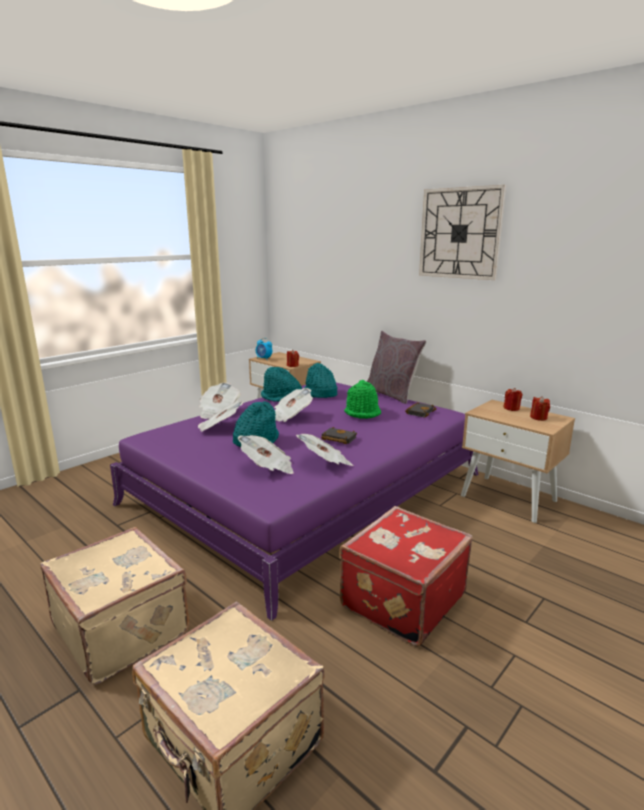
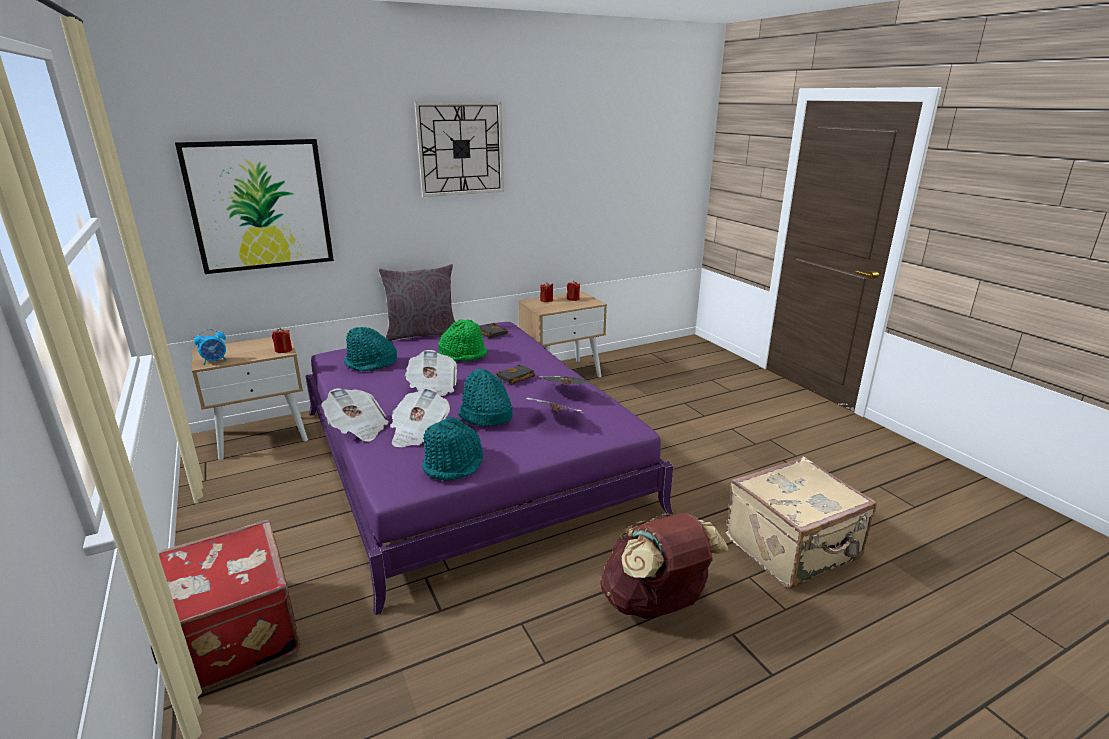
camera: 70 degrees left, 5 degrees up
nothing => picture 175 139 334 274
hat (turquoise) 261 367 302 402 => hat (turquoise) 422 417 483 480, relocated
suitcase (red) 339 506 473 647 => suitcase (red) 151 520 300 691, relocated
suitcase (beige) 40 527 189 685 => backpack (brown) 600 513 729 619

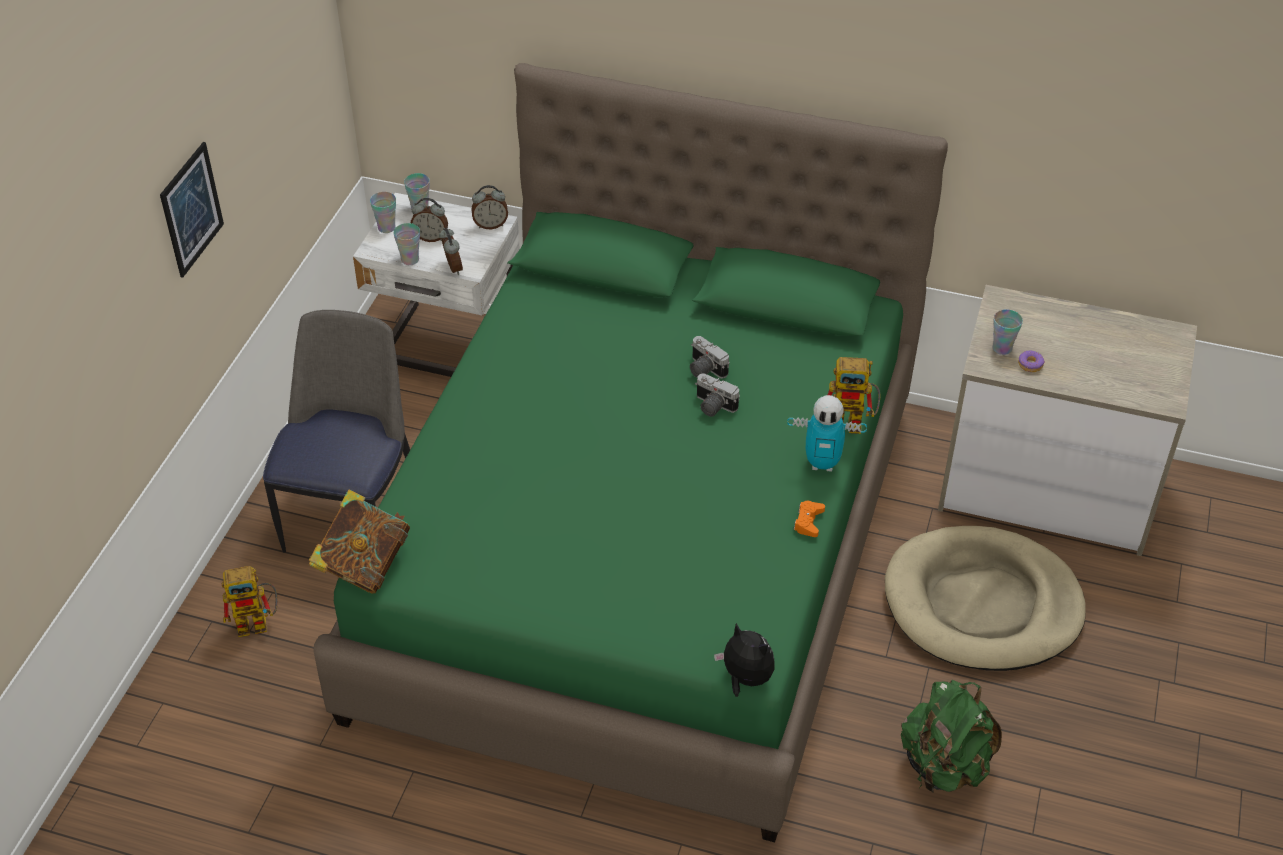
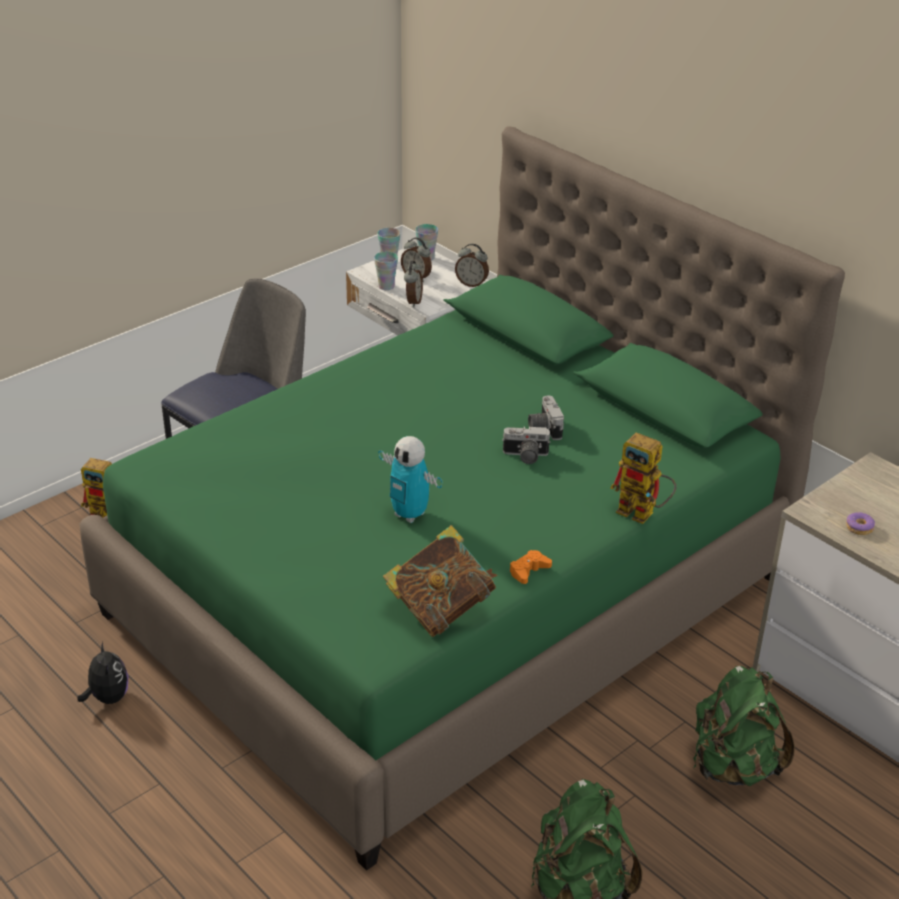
camera: 30 degrees right, 10 degrees down
picture 160 142 224 278 => nothing
cup 993 309 1023 355 => nothing
book 309 490 410 594 => book 383 525 497 637, relocated
plush toy 714 623 775 697 => plush toy 77 642 128 704, relocated
toy robot 787 395 867 472 => toy robot 378 436 442 523, relocated
dog bed (beige) 885 526 1086 671 => backpack (green) 693 666 795 786
photo camera 695 373 740 417 => photo camera 502 426 551 464, 60 degrees counterclockwise

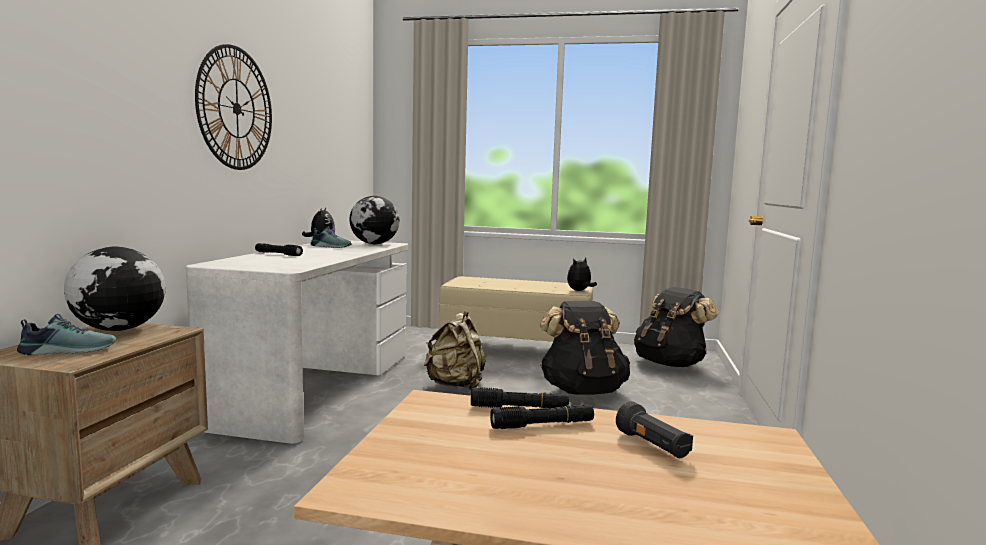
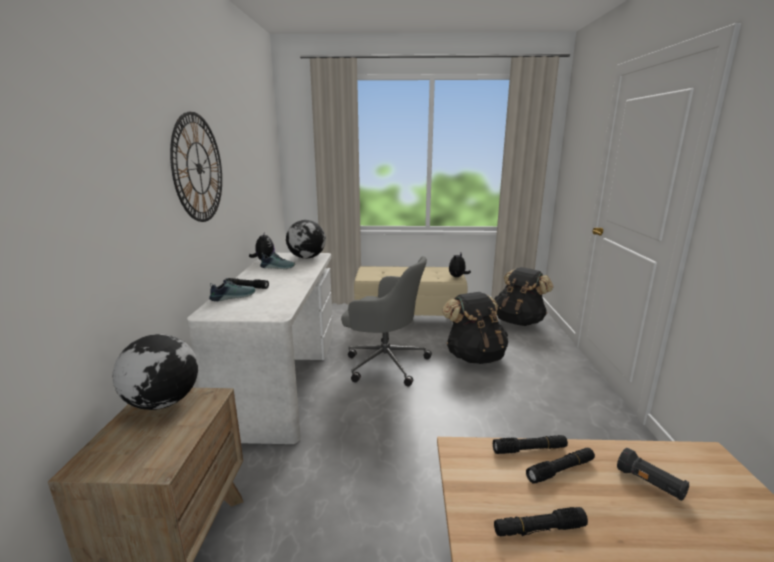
camera: 10 degrees left, 10 degrees up
nothing => flashlight (black) 494 507 588 536
shoe 17 314 116 355 => shoe 209 278 255 302, relocated
backpack (beige) 424 311 486 390 => office chair (grey) 341 256 432 387

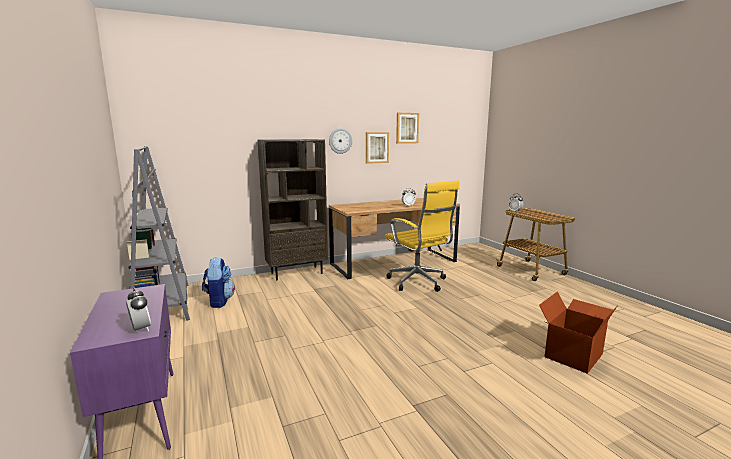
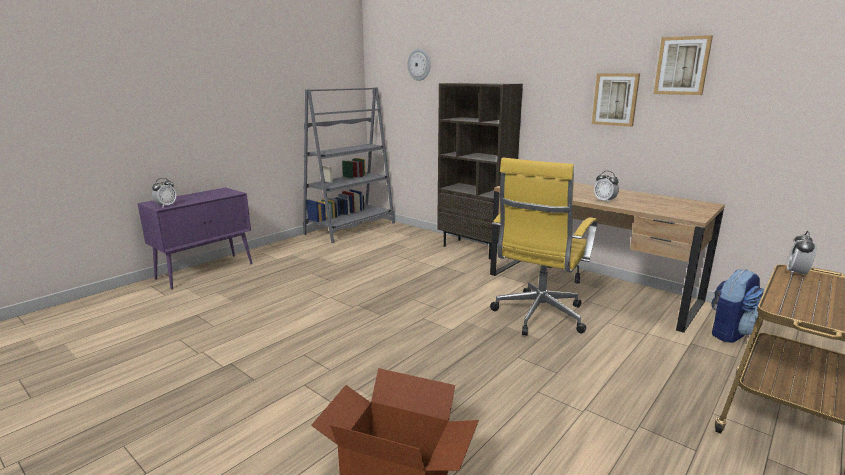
camera: 65 degrees right, 5 degrees up
backpack 202 257 235 308 => backpack 712 269 764 343, relocated
wall clock 329 128 352 154 => wall clock 408 49 430 81, relocated

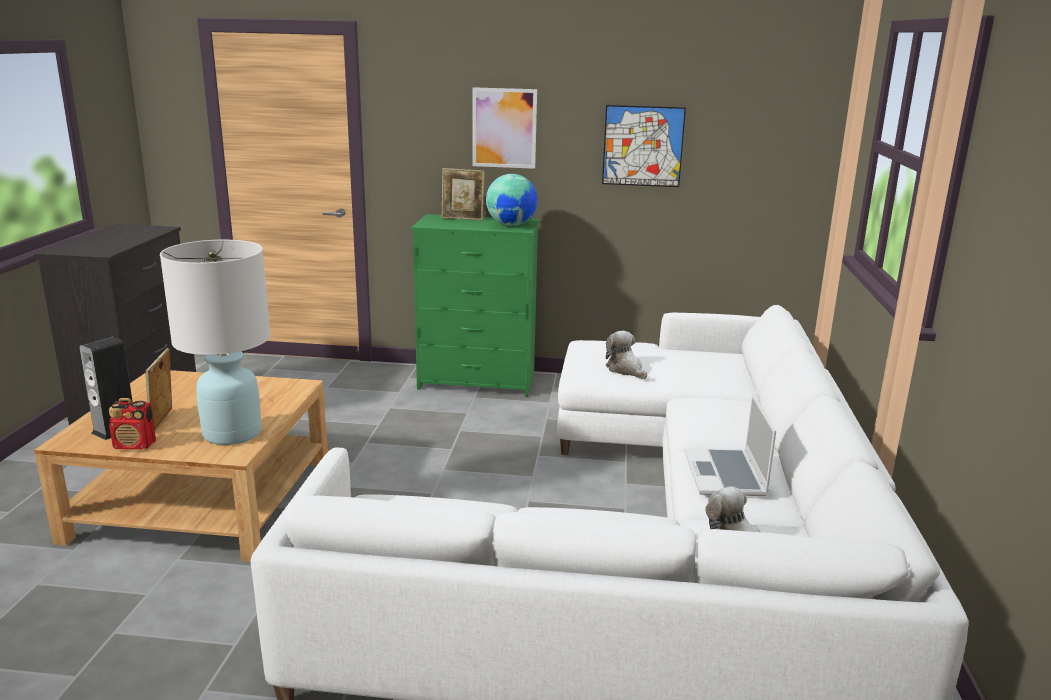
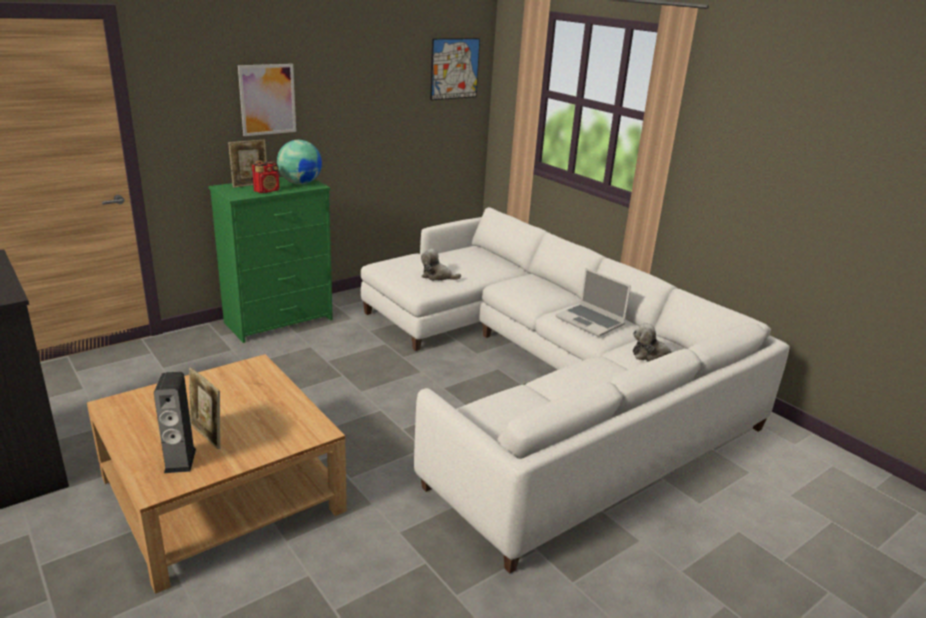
camera: 45 degrees left, 5 degrees up
table lamp (white) 160 240 271 445 => nothing
radio 109 398 156 450 => radio 252 161 280 193, relocated
picture 602 105 686 187 => picture 430 38 480 100, relocated

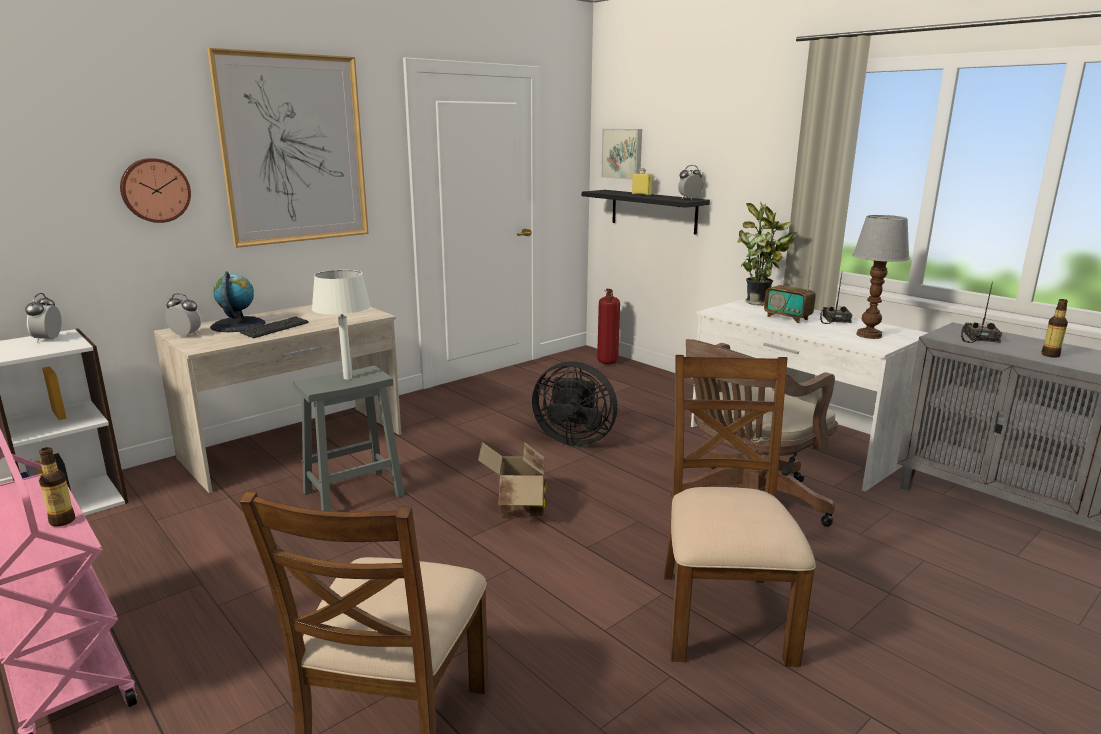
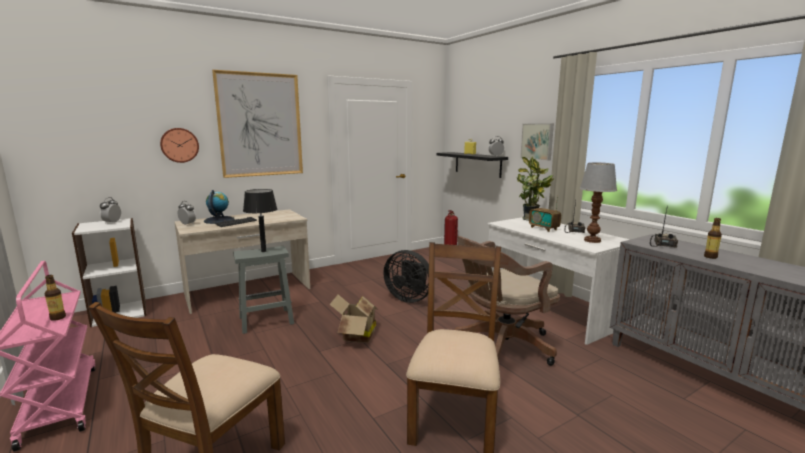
camera: 10 degrees right, 5 degrees down
picture 601 129 642 180 => picture 520 124 554 160, relocated
table lamp (white) 312 270 371 379 => table lamp (black) 243 189 277 252

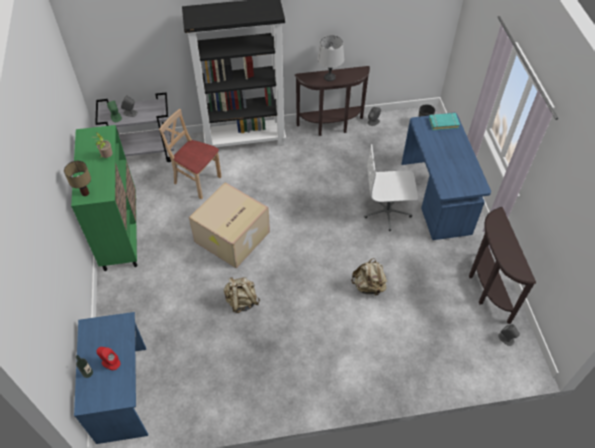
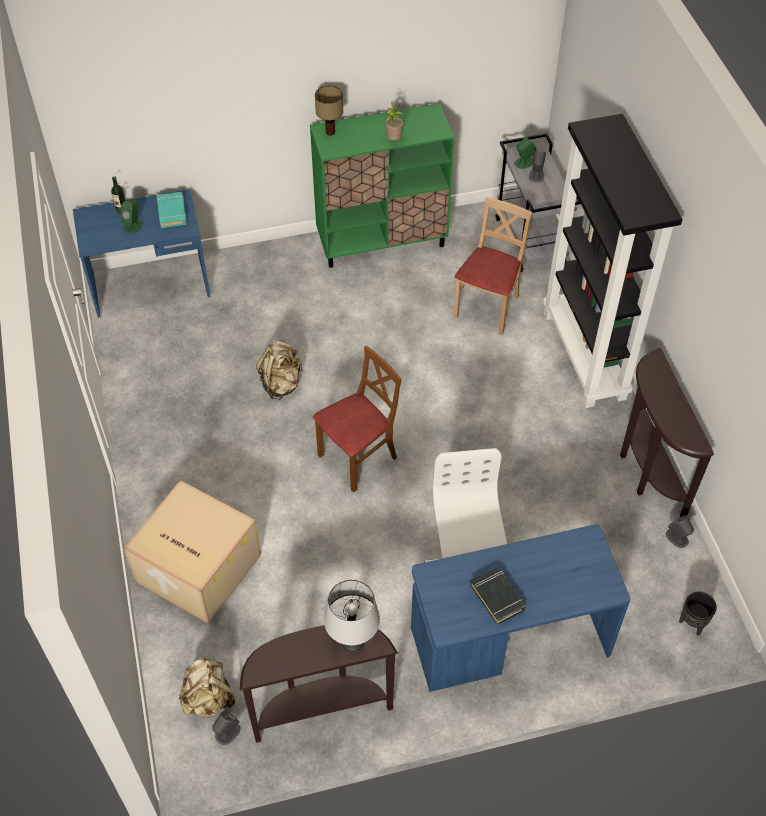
camera: 85 degrees right, 0 degrees up
nothing => chair (brown) 313 346 402 493
nothing => book (black) 470 567 525 625
cardboard box 189 182 270 268 => cardboard box 124 480 261 624, relocated
table lamp (grey) 317 35 344 81 => table lamp (grey) 324 579 380 652, relocated
backpack (beige) 351 258 387 297 => backpack (beige) 179 657 235 718, relocated
book (turquoise) 429 113 460 130 => book (turquoise) 156 192 187 228, relocated
speaker (red) 96 347 120 370 => speaker (green) 120 199 143 234

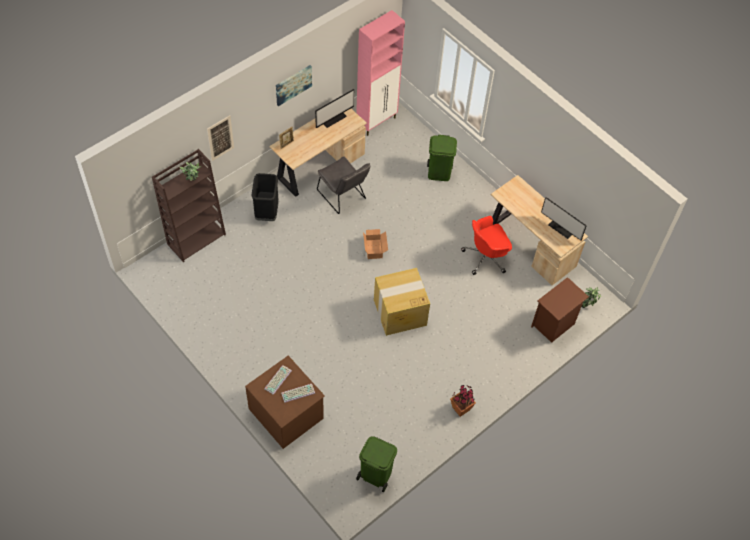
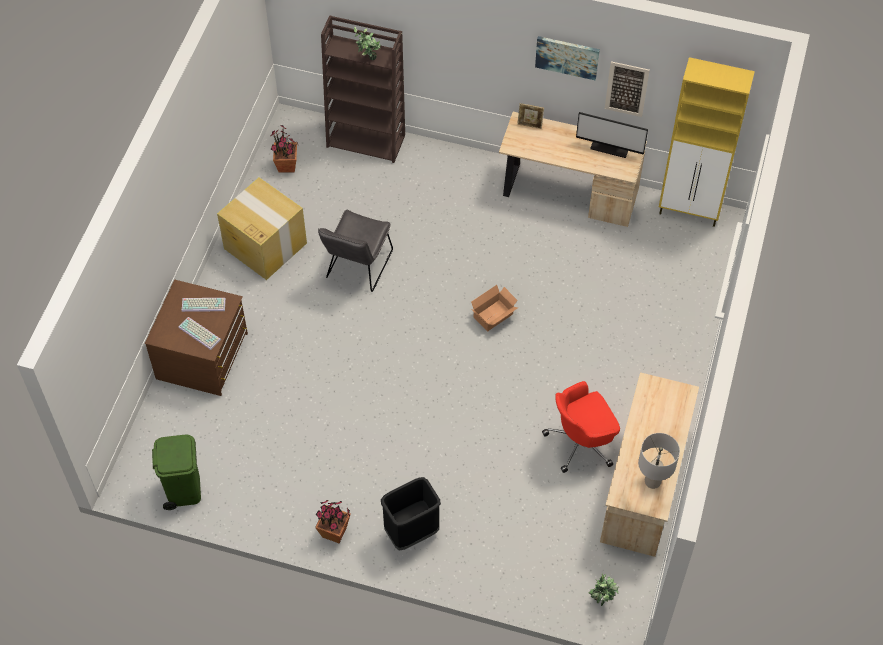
camera: 60 degrees right, 0 degrees up
trash can (green) 427 135 457 181 => nothing
nightstand (brown) 531 277 589 343 => nothing
nothing => potted plant 271 125 298 173
picture 207 115 234 161 => picture 605 61 650 117, relocated
trash can (black) 252 173 279 221 => trash can (black) 381 477 441 550, relocated
chair (grey) 317 156 370 214 => chair (grey) 318 210 393 292, relocated
cardboard box 374 268 430 336 => cardboard box 217 177 307 280, relocated
monitor 541 197 587 240 => table lamp (grey) 638 433 680 489
cabinet (pink) 356 10 405 136 => cabinet (yellow) 659 57 755 227
office chair (red) 461 216 512 275 => office chair (red) 542 381 620 473, 60 degrees counterclockwise

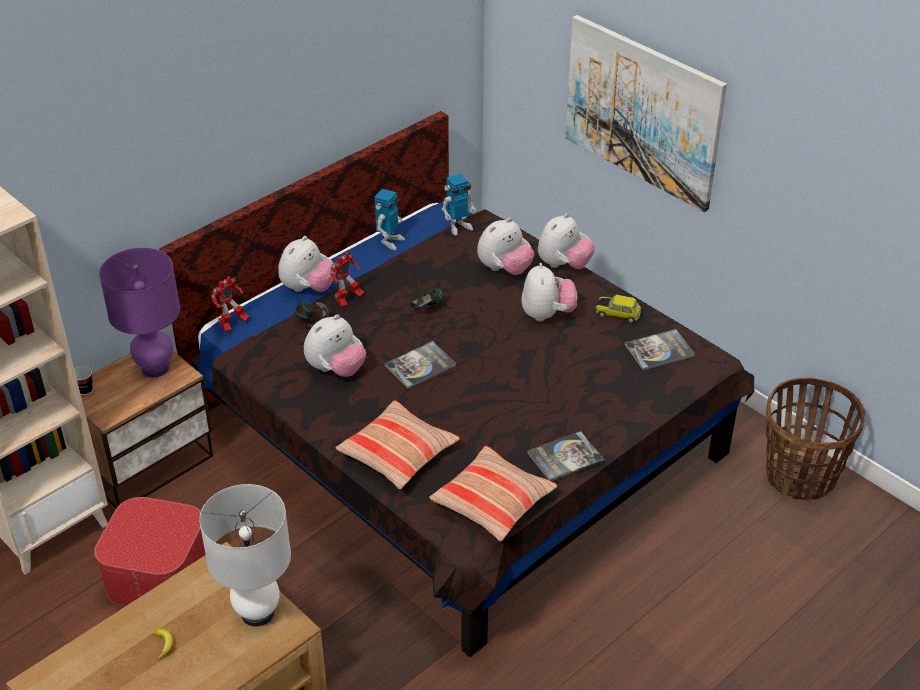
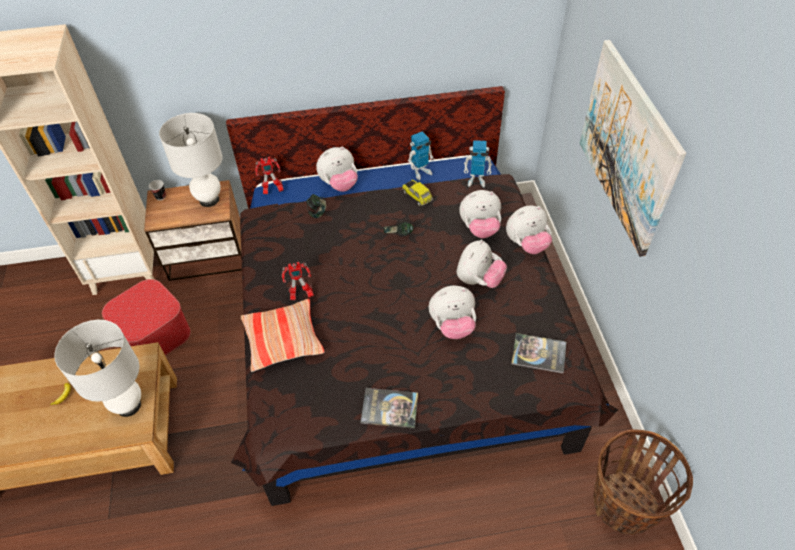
camera: 35 degrees right, 10 degrees up
book 385 341 456 389 => nothing
pillow 429 446 557 541 => nothing
plush toy 304 314 366 377 => plush toy 428 286 476 339, relocated
toy robot 330 252 364 307 => toy robot 282 262 314 300, relocated
toy car 596 295 641 323 => toy car 402 180 433 206, relocated
table lamp (purple) 99 248 180 377 => table lamp (white) 159 113 223 207

